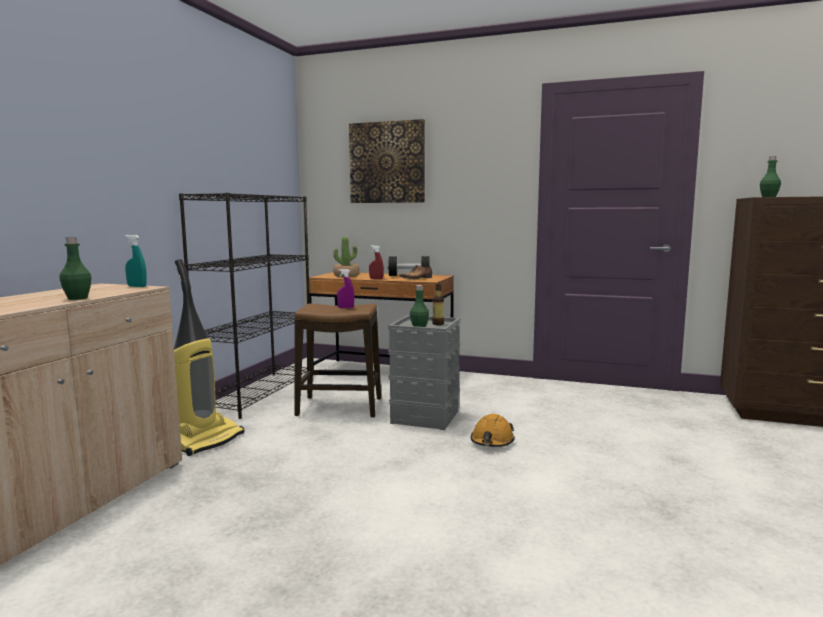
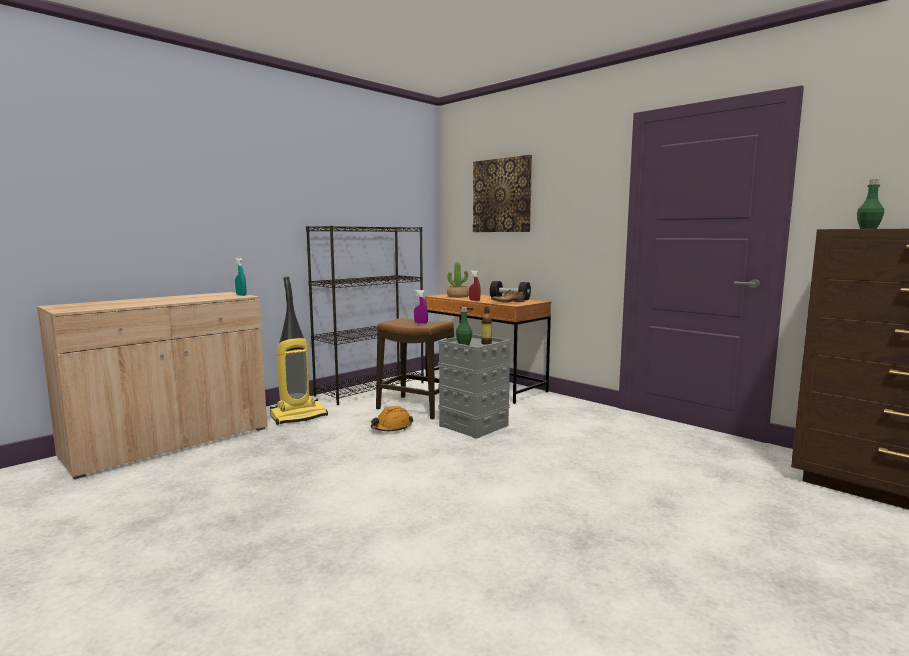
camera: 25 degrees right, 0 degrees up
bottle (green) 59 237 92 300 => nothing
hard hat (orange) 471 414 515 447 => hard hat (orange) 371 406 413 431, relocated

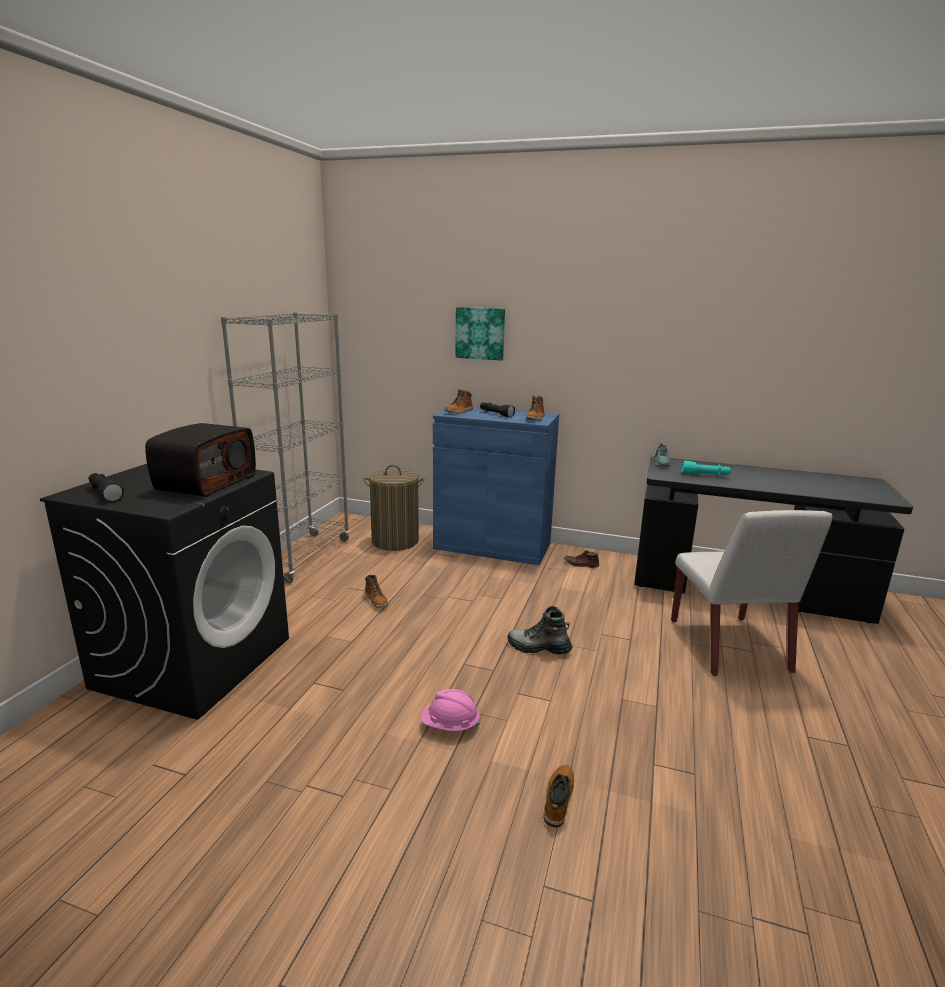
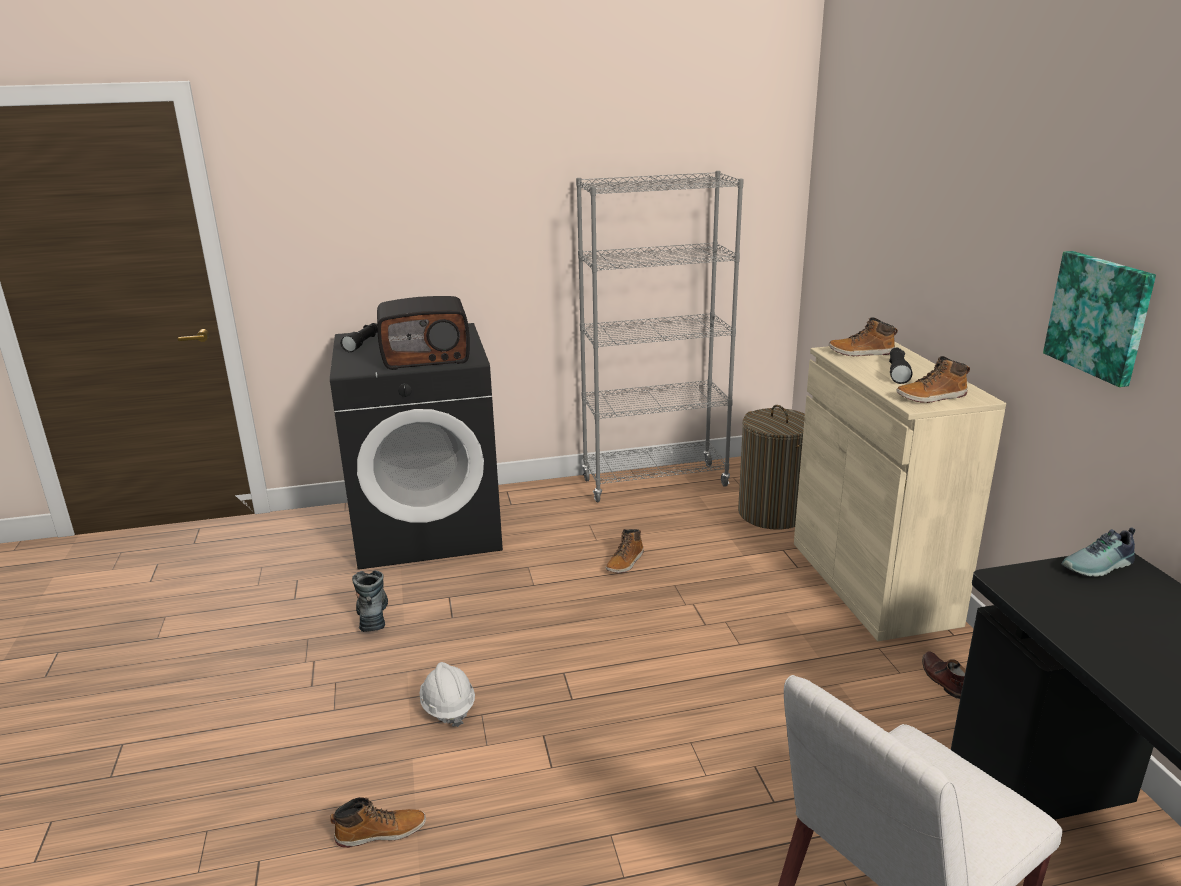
camera: 60 degrees right, 5 degrees up
flashlight (turquoise) 681 461 731 476 => nothing
picture 455 307 505 360 => picture 1043 251 1156 387, relocated
boot 508 606 572 654 => boot 352 570 388 632, relocated
hard hat (pink) 421 689 481 731 => hard hat (white) 420 662 475 727
cabinet (blue) 433 407 559 565 => cabinet (beige) 794 341 1006 641

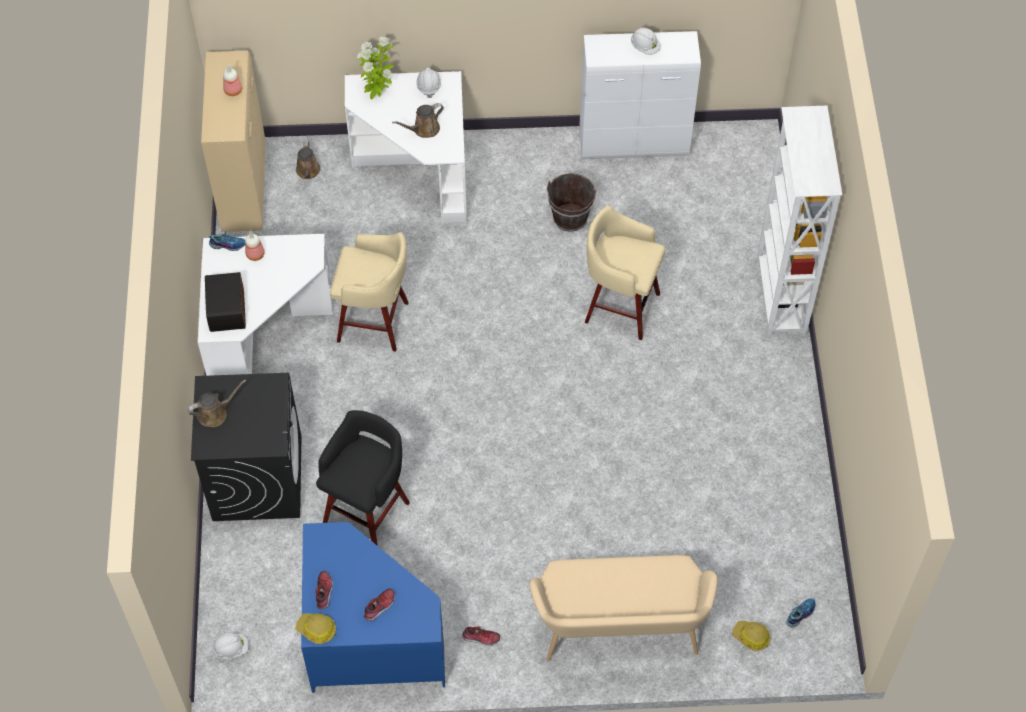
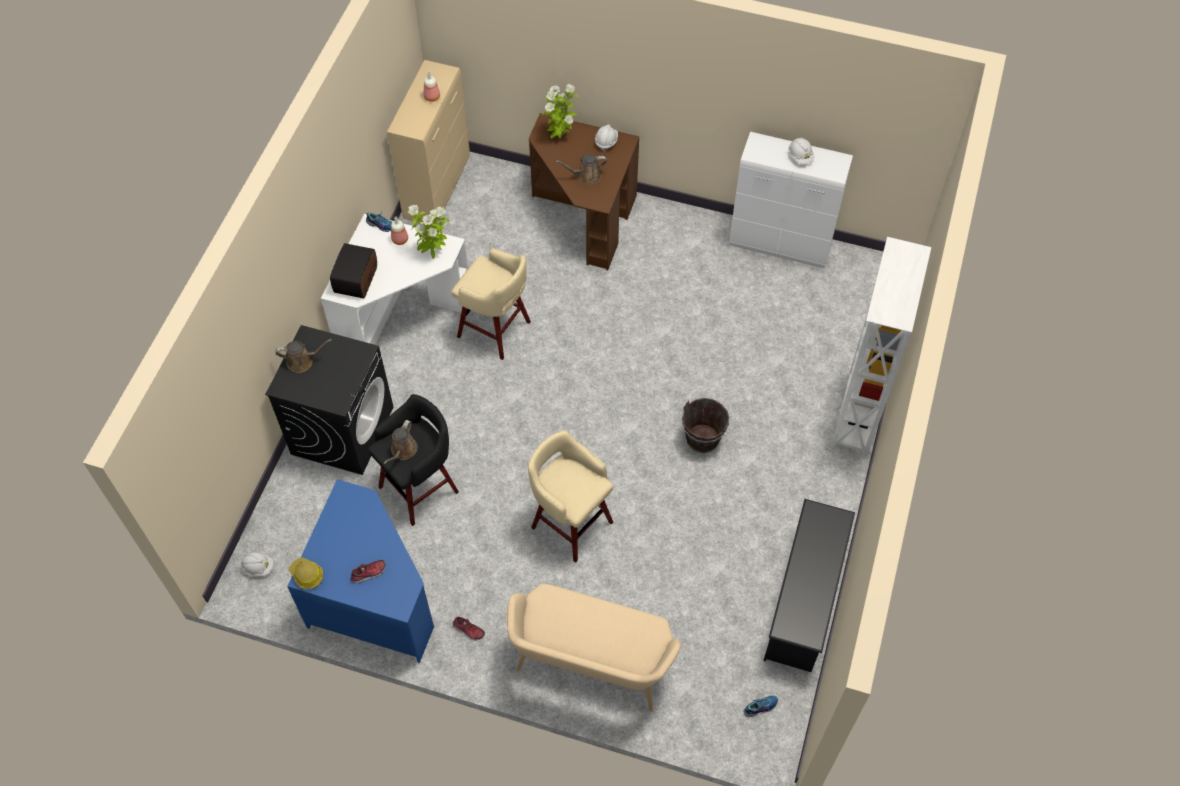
camera: 20 degrees right, 0 degrees up
shoe 316 571 333 609 => nothing
hard hat 732 621 770 651 => nothing
nothing => potted plant 407 205 449 259
nothing => shoe rack (black) 764 499 855 672
watering can (brown) 296 141 321 179 => watering can (brown) 384 420 418 464, relocated
bucket (brown) 547 173 597 232 => bucket (brown) 682 398 729 453, relocated
stool (beige) 585 206 666 340 => stool (beige) 528 431 613 563, relocated
desk (white) 345 71 467 224 => desk (brown) 529 113 639 270

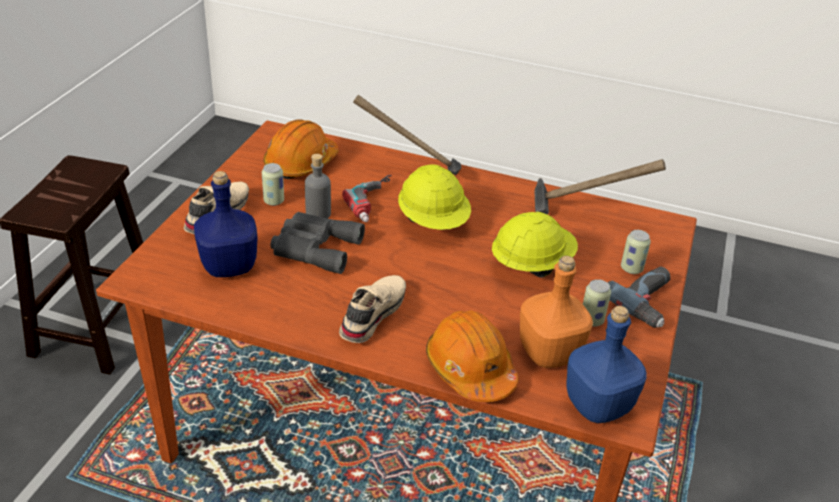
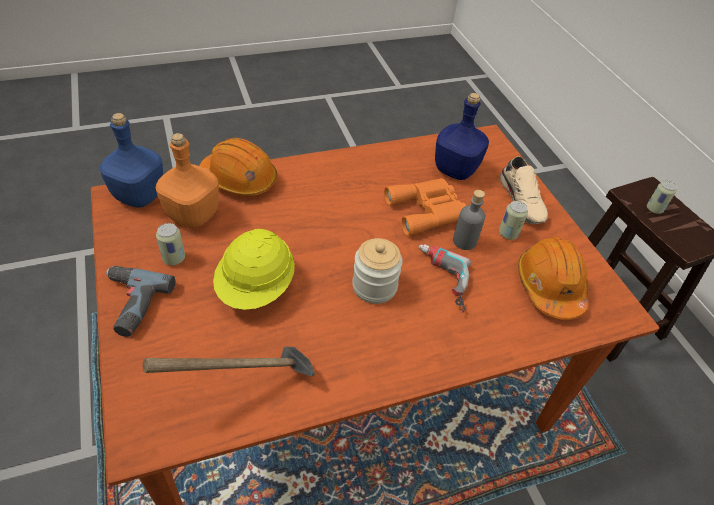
camera: 140 degrees right, 10 degrees up
shoe (beige) 339 275 406 343 => nothing
hammer 353 95 462 175 => nothing
can 621 230 651 274 => can 647 181 677 214, relocated
hard hat (yellow) 398 164 471 230 => jar 352 238 403 304
binoculars (grey) 270 212 365 274 => binoculars (orange) 384 178 466 236

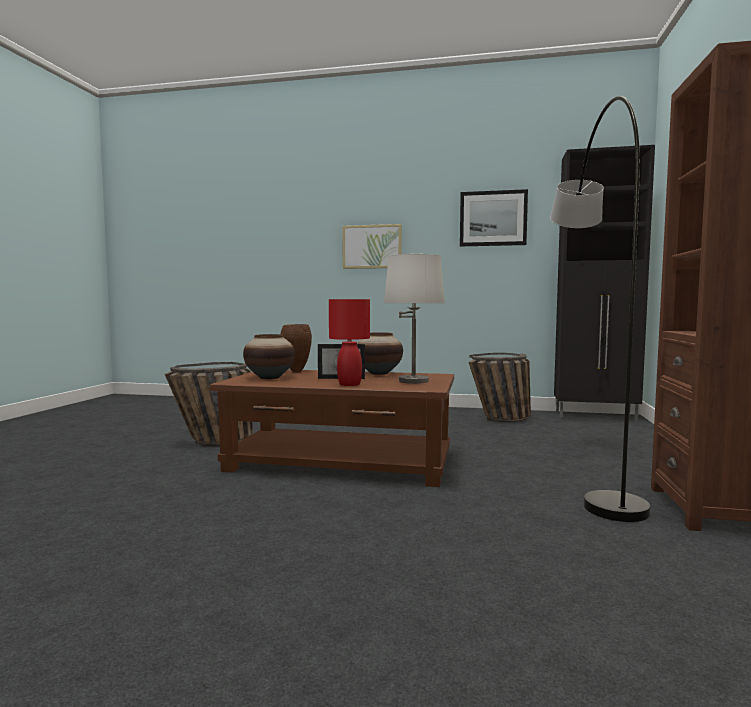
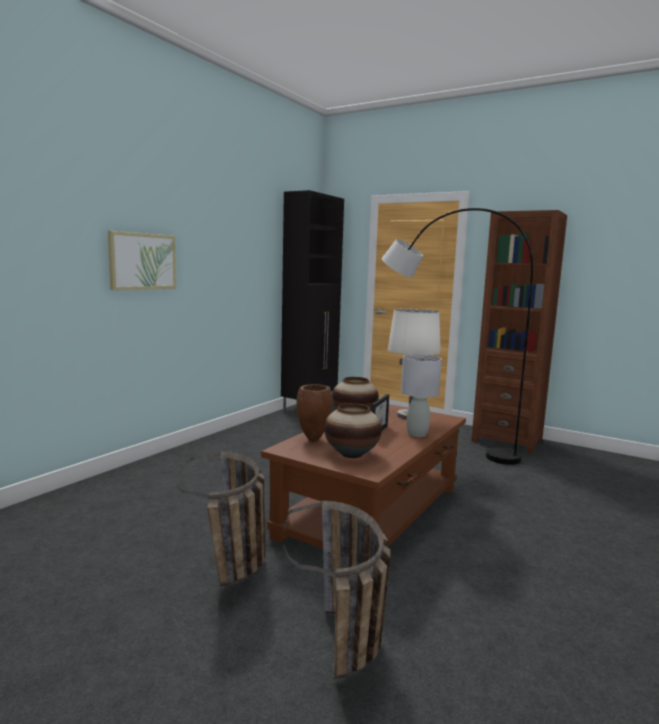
camera: 70 degrees left, 5 degrees up
picture 460 189 528 246 => nothing
basket 469 353 531 422 => basket 283 501 390 679, relocated
table lamp (red) 329 299 370 386 => table lamp (grey) 401 354 442 437

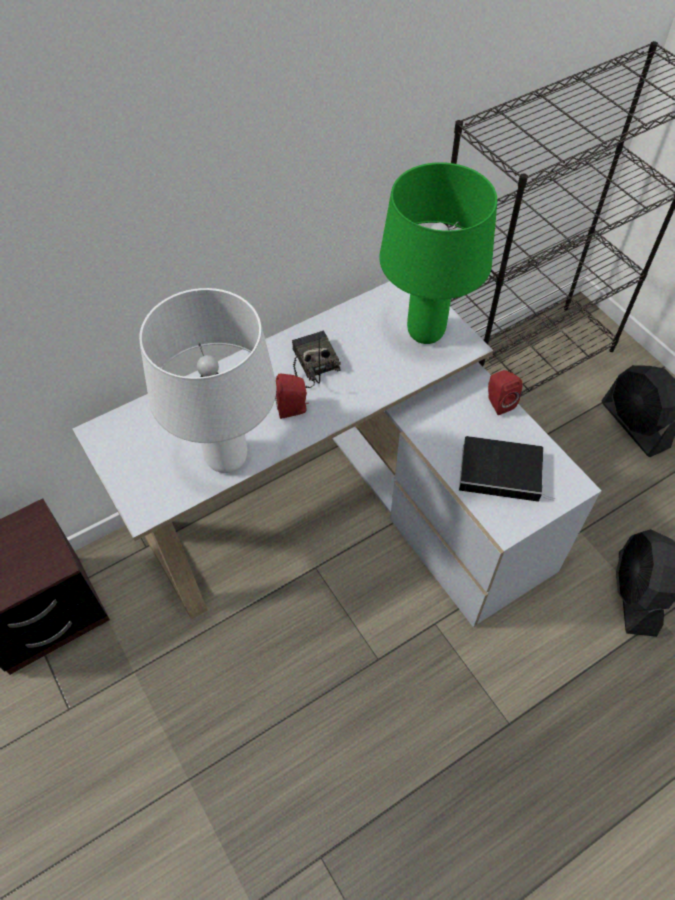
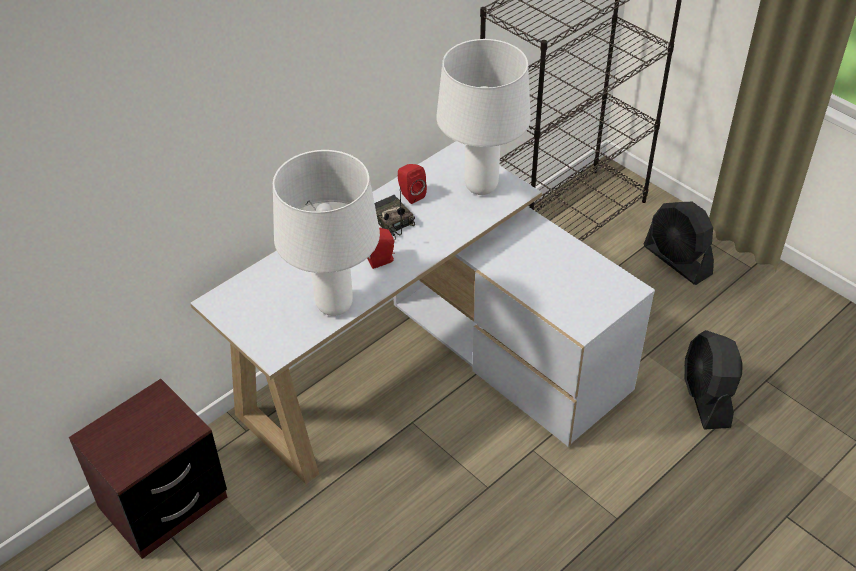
camera: 10 degrees left, 10 degrees down
book 459 436 555 502 => nothing
speaker (red) 488 370 522 415 => speaker (red) 398 164 427 204, relocated
table lamp (green) 379 162 497 344 => table lamp (white) 436 39 531 195

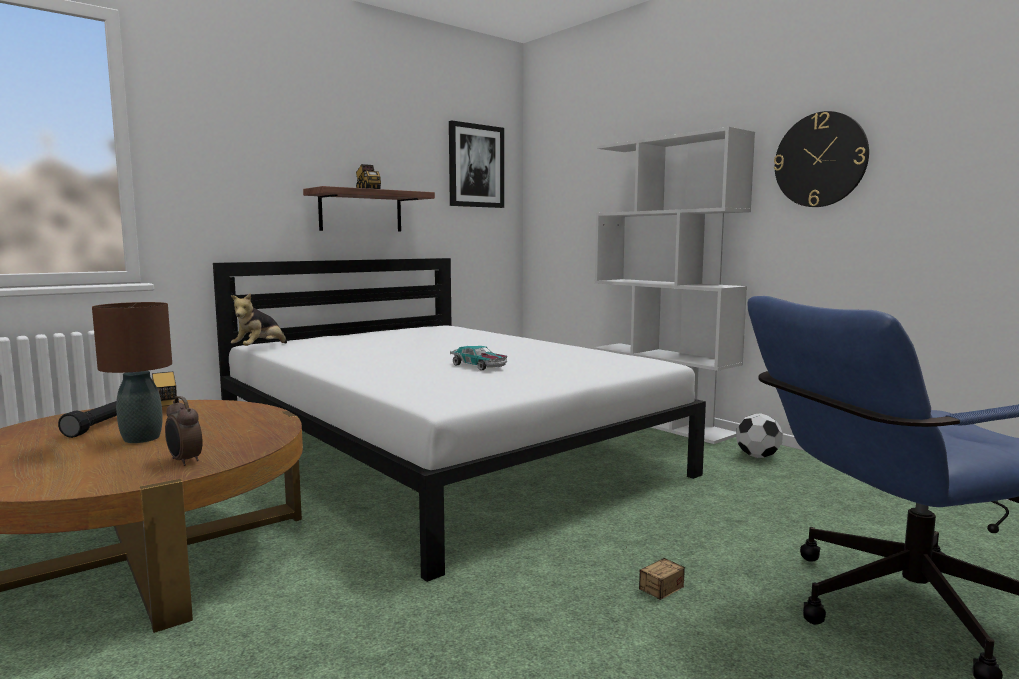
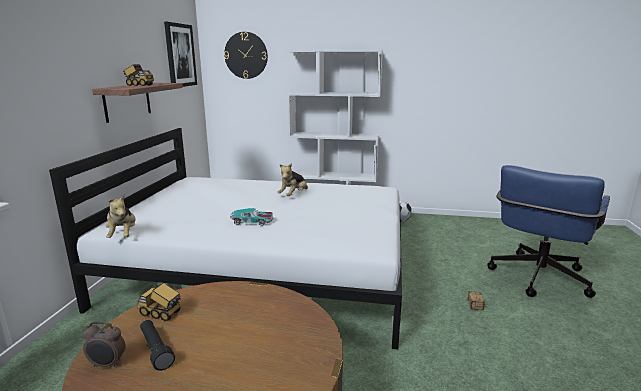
camera: 40 degrees left, 10 degrees up
table lamp (brown) 92 302 172 443 => nothing
nothing => plush toy 277 163 308 196
alarm clock 165 396 202 466 => alarm clock 83 321 125 368, relocated
toy car 450 346 507 370 => toy car 230 208 273 226, relocated
wall clock 774 111 869 207 => wall clock 224 32 268 79, relocated

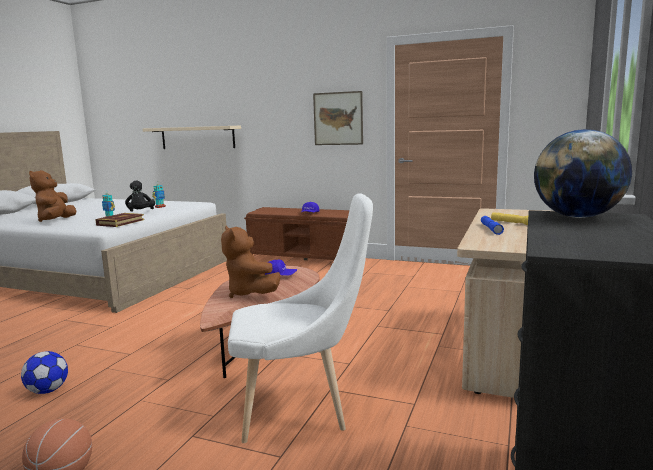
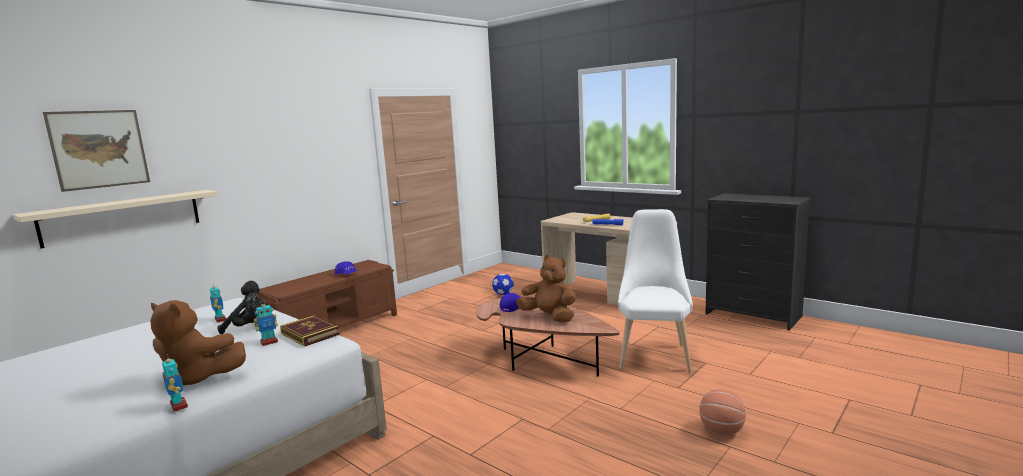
camera: 70 degrees left, 0 degrees up
globe 534 129 632 218 => nothing
nothing => toy robot 162 354 188 412
football 21 351 68 394 => football 492 274 514 295, relocated
picture 313 91 363 145 => picture 43 110 150 192, relocated
plush toy (brown) 221 226 281 298 => plush toy (brown) 516 255 576 323, 135 degrees counterclockwise

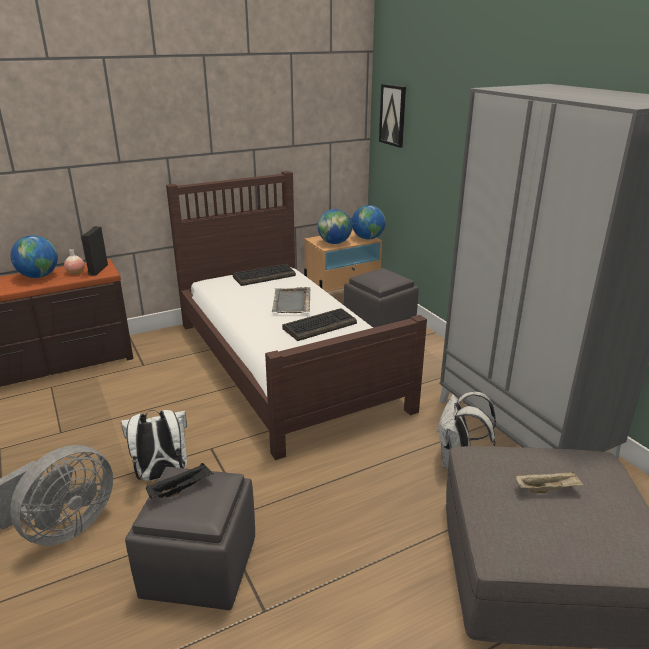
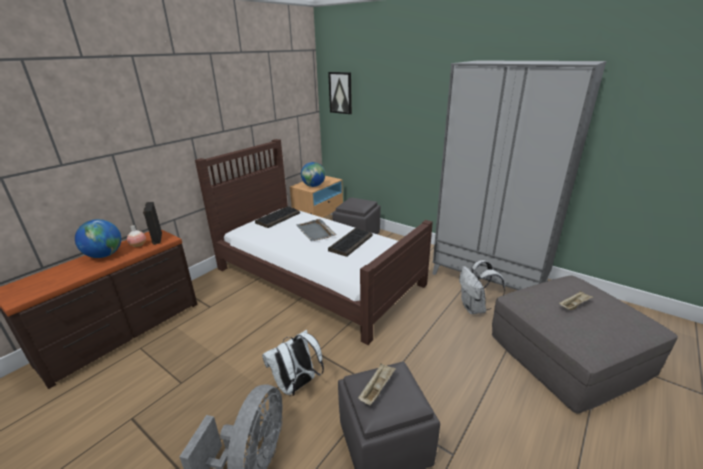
camera: 25 degrees left, 0 degrees up
globe 352 205 386 240 => nothing
tray (black) 146 463 214 498 => tray (beige) 358 363 396 406

